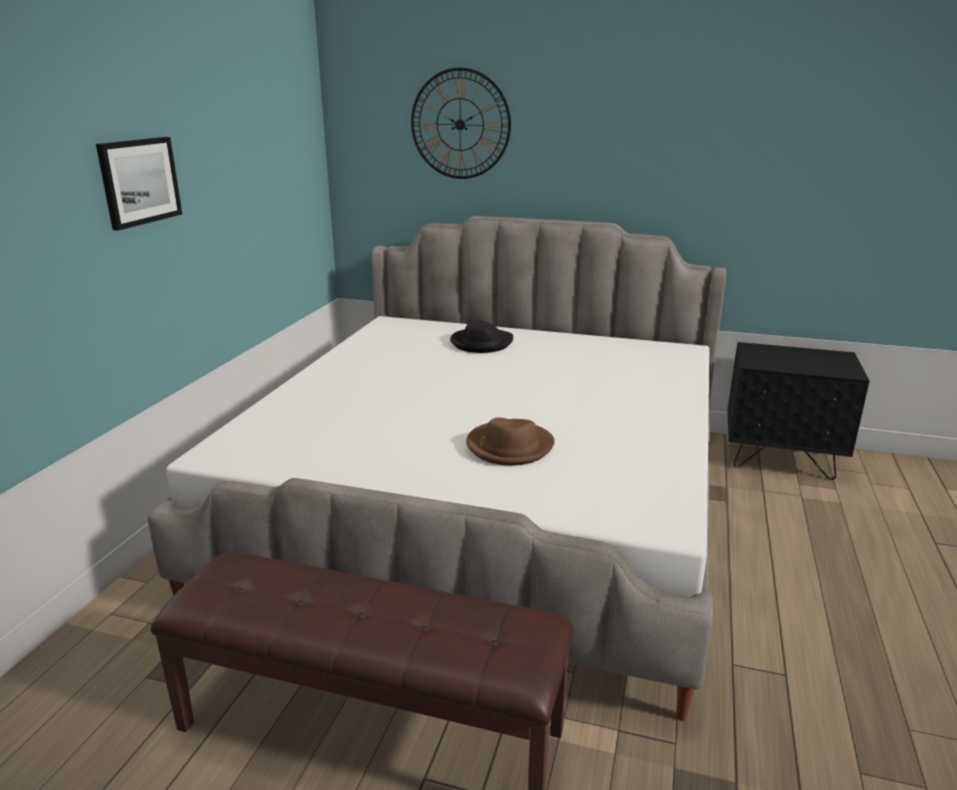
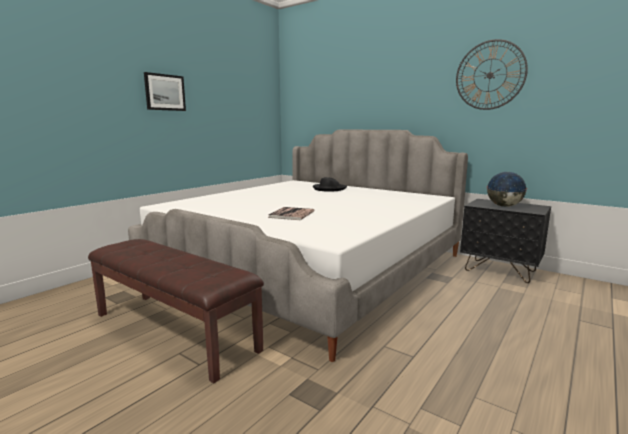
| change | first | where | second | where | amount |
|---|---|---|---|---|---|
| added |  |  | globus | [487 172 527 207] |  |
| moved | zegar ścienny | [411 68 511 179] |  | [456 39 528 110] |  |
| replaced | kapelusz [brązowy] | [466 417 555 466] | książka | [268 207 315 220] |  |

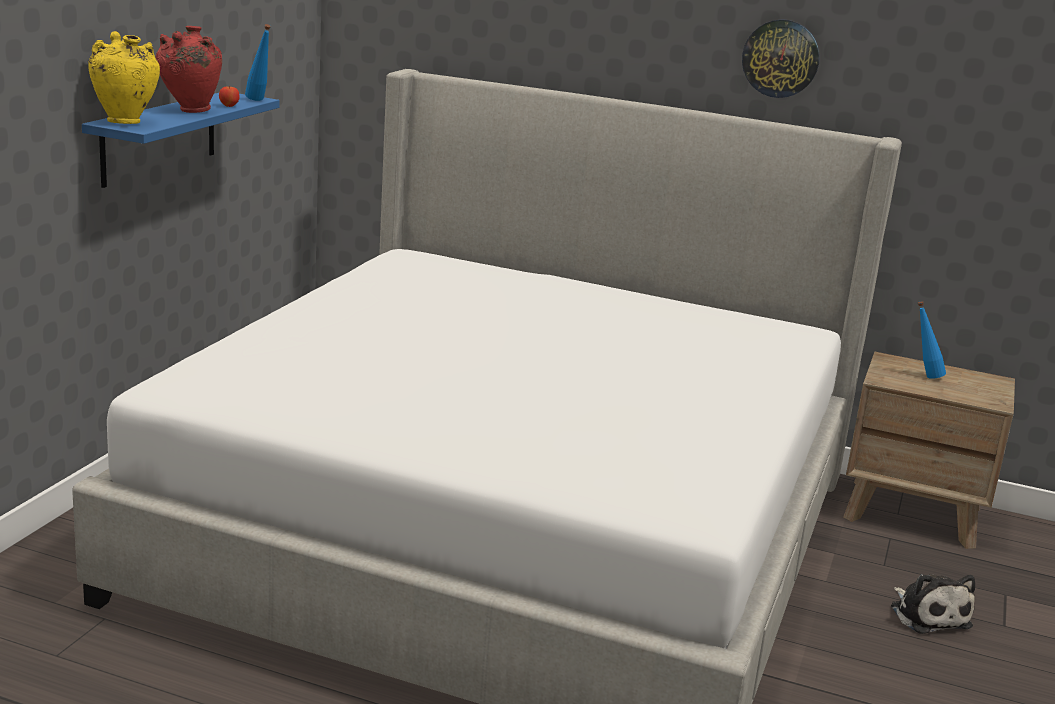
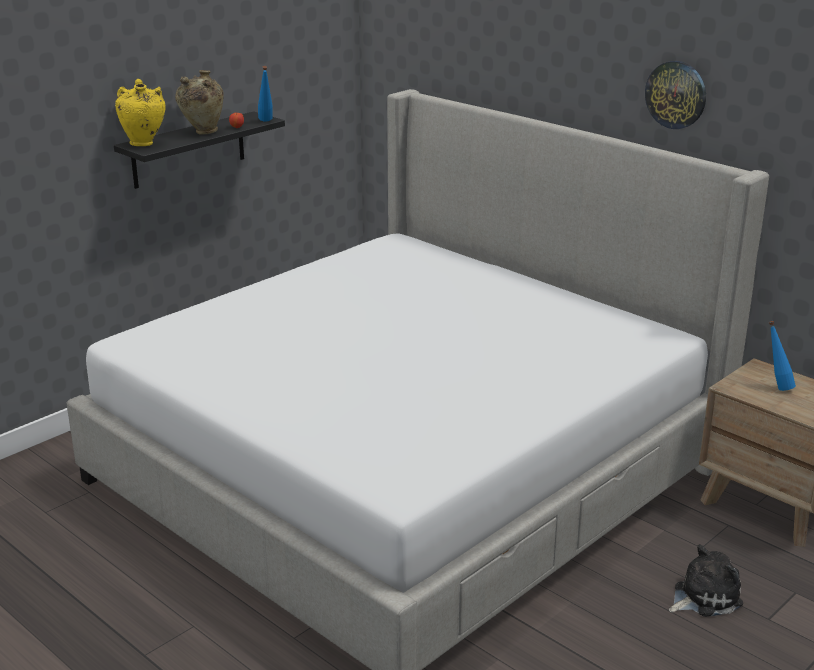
| change | first | where | second | where | amount |
|---|---|---|---|---|---|
| recoloured | półka [niebieski] | [82 93 280 188] | półka [czarny] | [114 111 285 189] |  |
| recoloured | wazon [czerwony] | [155 26 222 113] | wazon [beżowy] | [175 70 224 134] |  |
| turned | pluszak | [891 574 975 634] |  | [669 544 743 617] | 120 degrees counterclockwise |

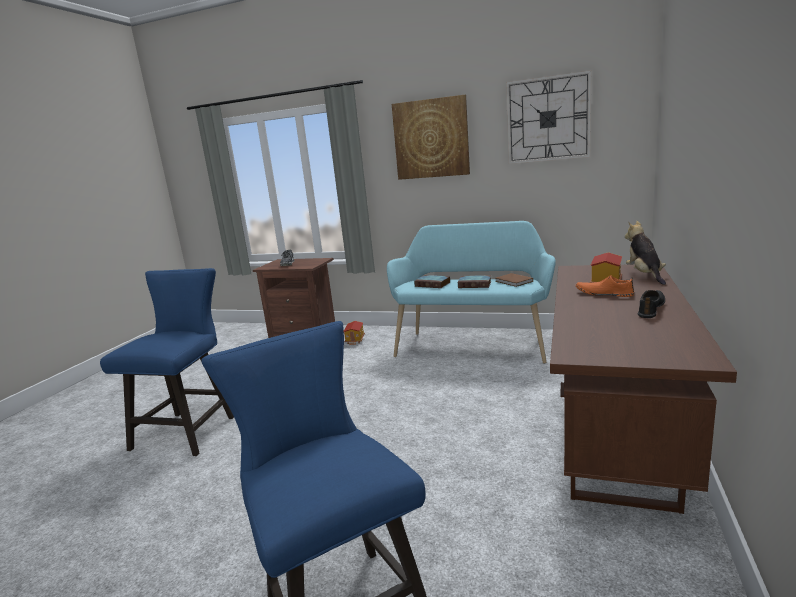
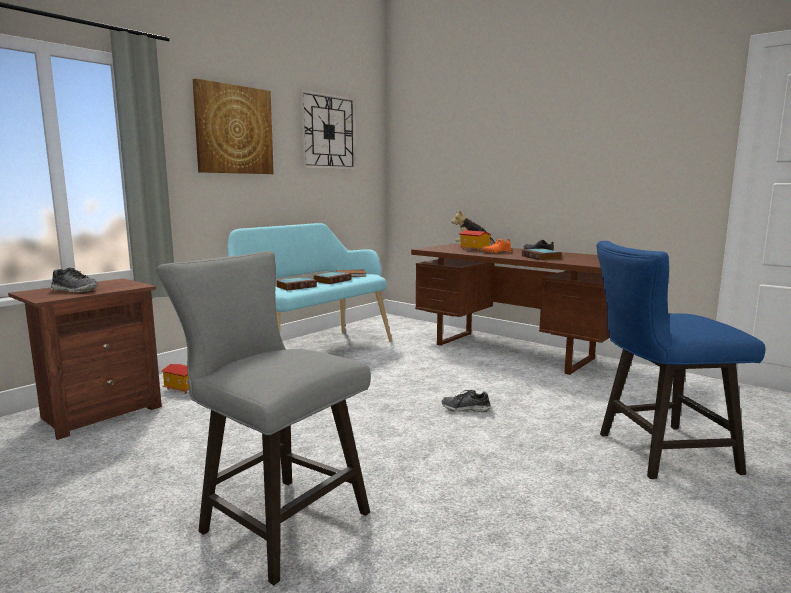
| change | first | where | second | where | amount |
|---|---|---|---|---|---|
| added |  |  | but | [442 390 491 413] |  |
| added |  |  | książka | [522 249 562 260] |  |
| recoloured | stołek [niebieski] | [100 268 234 456] | stołek [szary] | [157 251 371 585] |  |

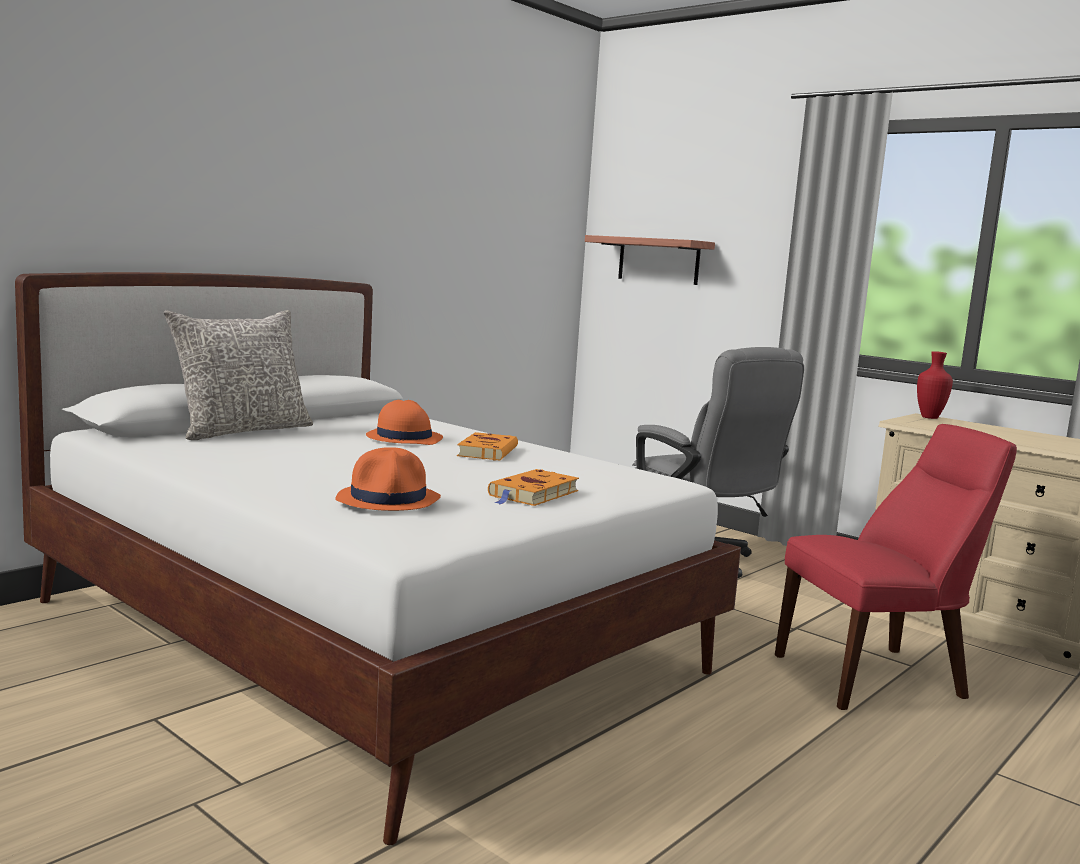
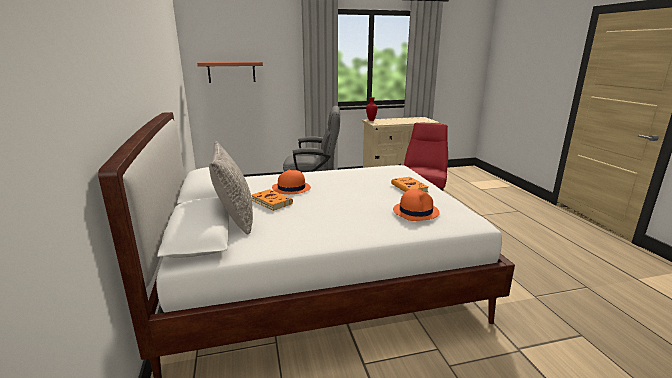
| change | first | where | second | where | amount |
|---|---|---|---|---|---|
| moved | książka [pomarańczowy] | [457 432 518 461] |  | [252 189 293 211] |  |

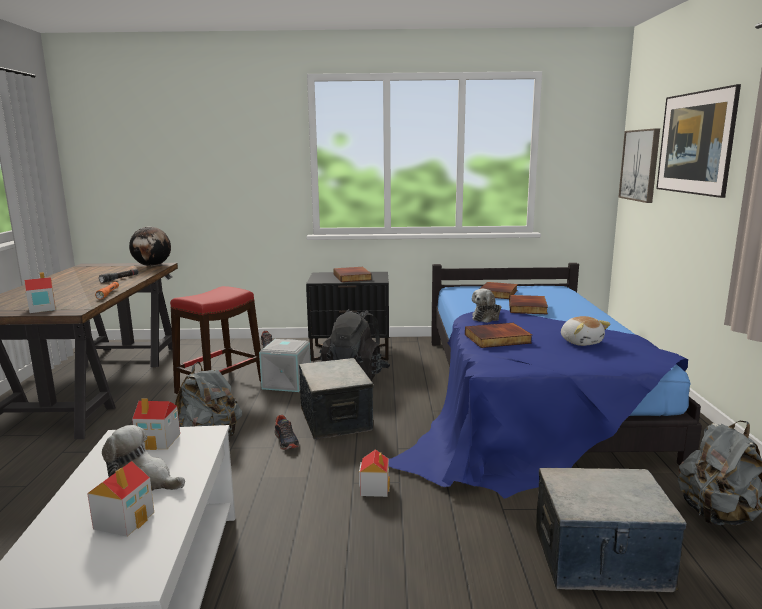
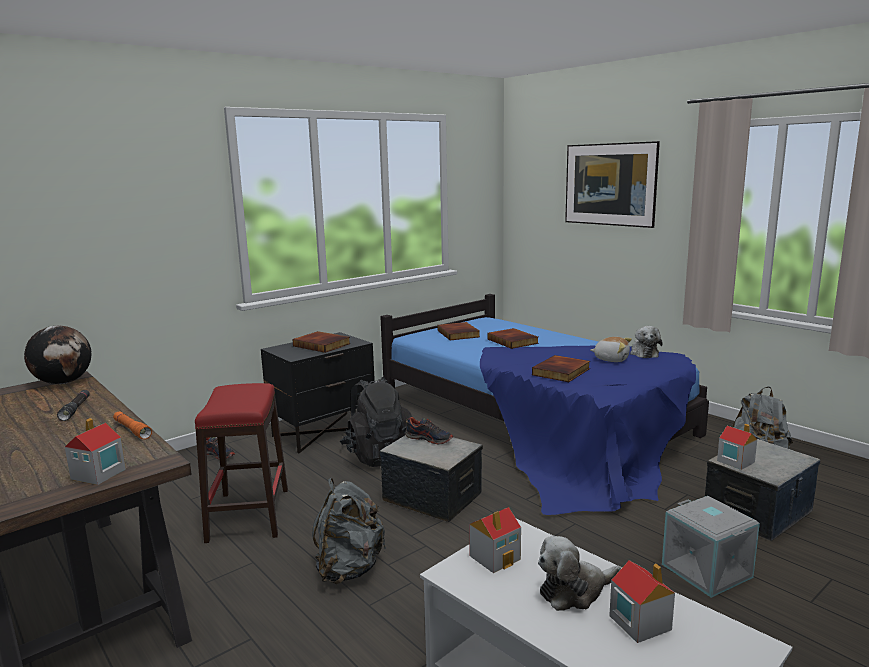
| change | first | where | second | where | amount |
|---|---|---|---|---|---|
| removed | obraz | [618 128 660 203] |  |  |  |
| moved | pojemnik do przechowywania [szary] | [259 339 311 392] |  | [662 496 760 598] |  |
| moved | but | [274 415 299 450] |  | [405 417 453 444] |  |
| moved | domek | [359 449 390 497] |  | [717 424 757 470] |  |
| moved | pluszak | [472 289 501 323] |  | [630 326 663 358] |  |

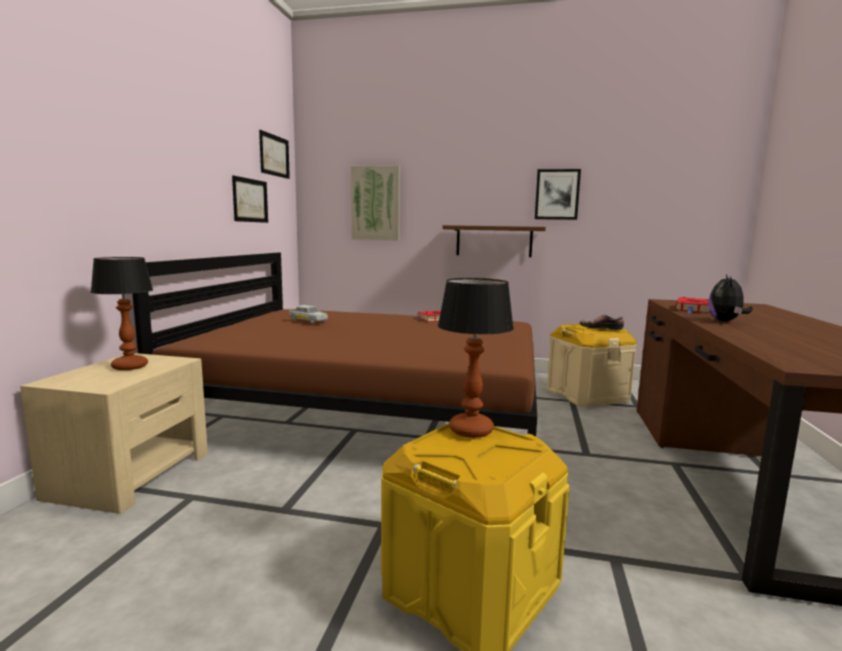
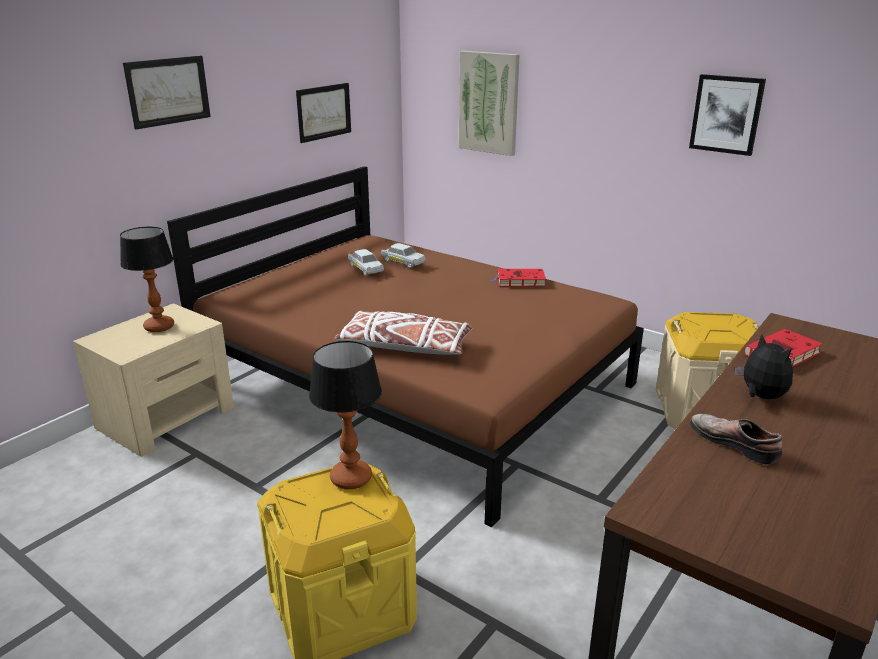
| change | first | where | second | where | amount |
|---|---|---|---|---|---|
| removed | półka [brązowy] | [443 225 546 257] |  |  |  |
| added |  |  | poduszka [biały] | [334 311 472 355] |  |
| added |  |  | samochodzik [biały] | [381 243 426 268] |  |
| moved | obraz | [259 130 290 179] |  | [123 56 211 129] |  |
| moved | but | [580 315 624 330] |  | [690 414 782 465] |  |
| turned | pluszak | [708 274 753 321] |  | [734 334 793 399] | 105 degrees clockwise |

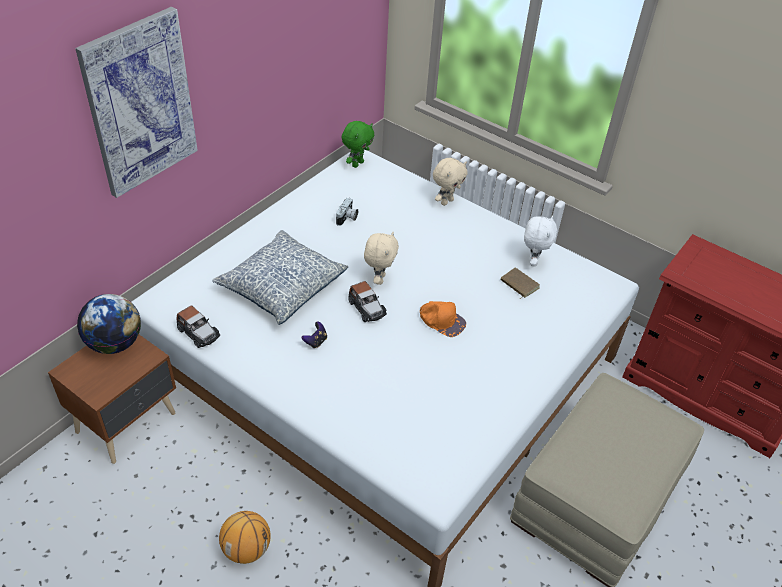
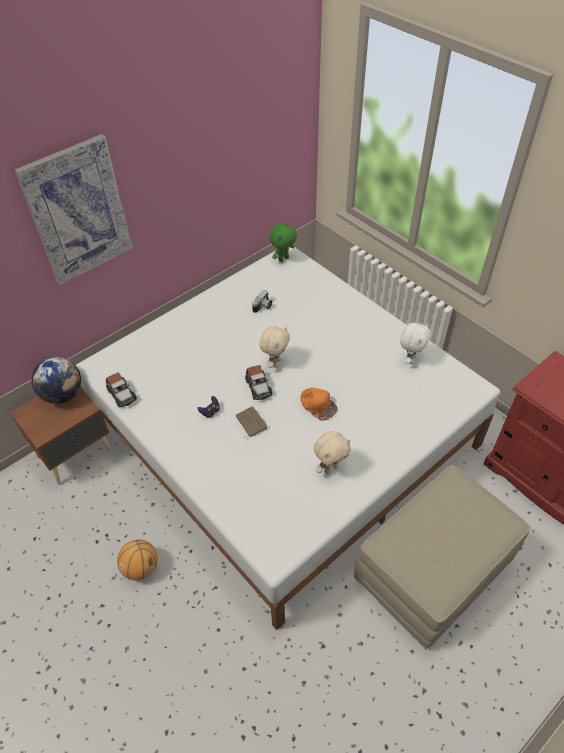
| change | first | where | second | where | amount |
|---|---|---|---|---|---|
| removed | poduszka | [212 230 348 325] |  |  |  |
| moved | pluszak [beżowy] | [433 158 467 206] |  | [314 431 351 474] |  |
| moved | książka [brązowy] | [501 268 540 299] |  | [236 406 268 438] |  |

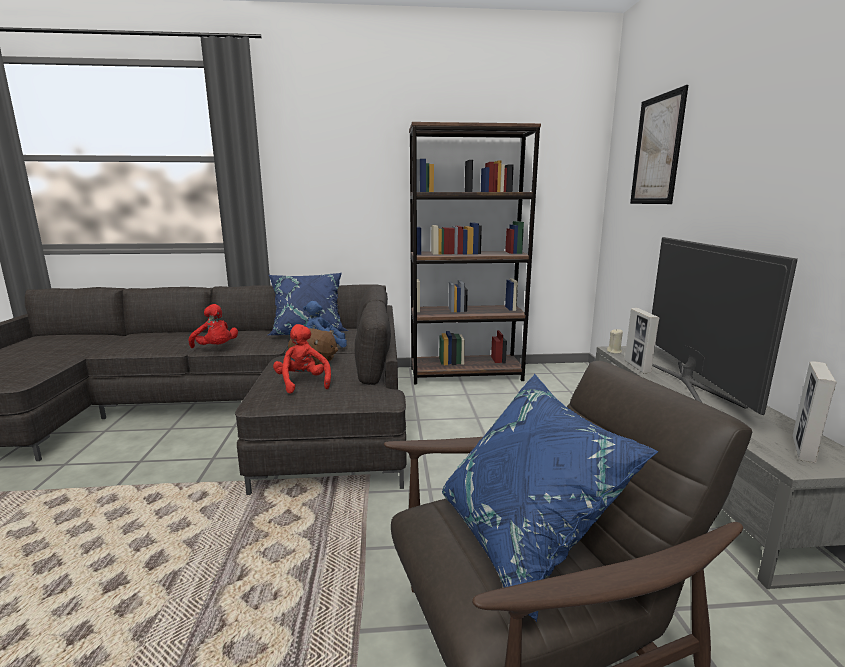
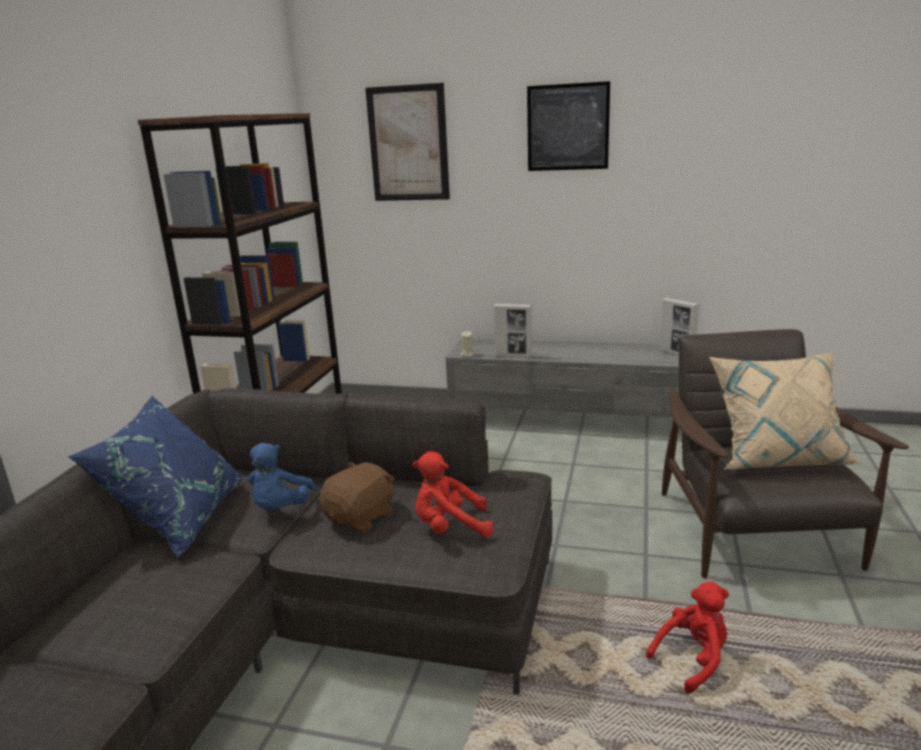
| change | first | where | second | where | amount |
|---|---|---|---|---|---|
| removed | telewizor | [652 237 798 415] |  |  |  |
| added |  |  | obraz | [527 81 610 171] |  |
| moved | pluszak [czerwony] | [189 304 238 348] |  | [646 582 729 693] |  |
| recoloured | poduszka [niebieski] | [442 373 659 622] | poduszka [beżowy] | [709 352 860 469] |  |

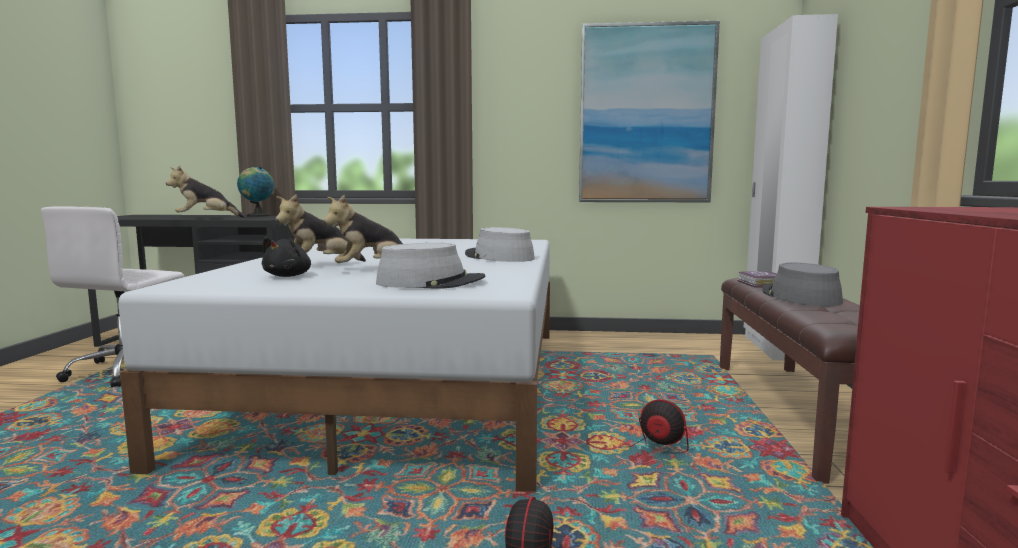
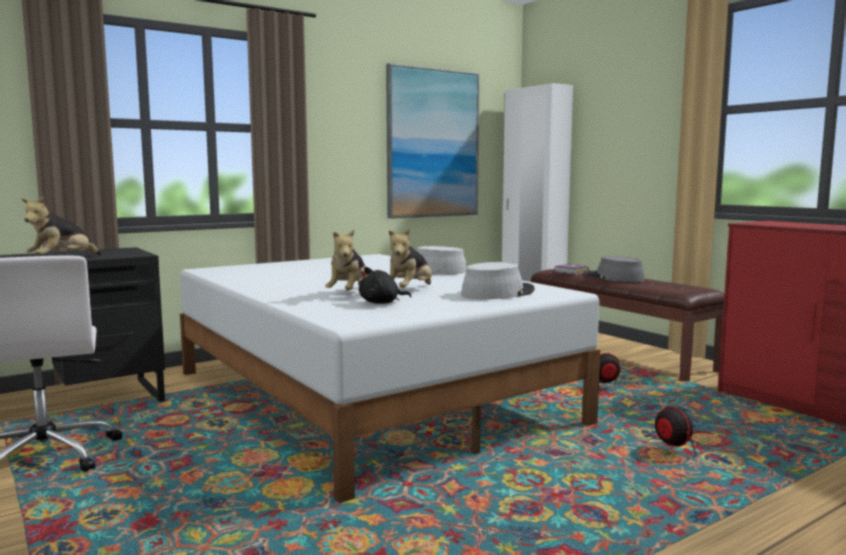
| change | first | where | second | where | amount |
|---|---|---|---|---|---|
| removed | globus | [237 167 274 217] |  |  |  |
| turned | pluszak [czarny] | [262 237 311 277] |  | [359 267 411 304] | 90 degrees clockwise |

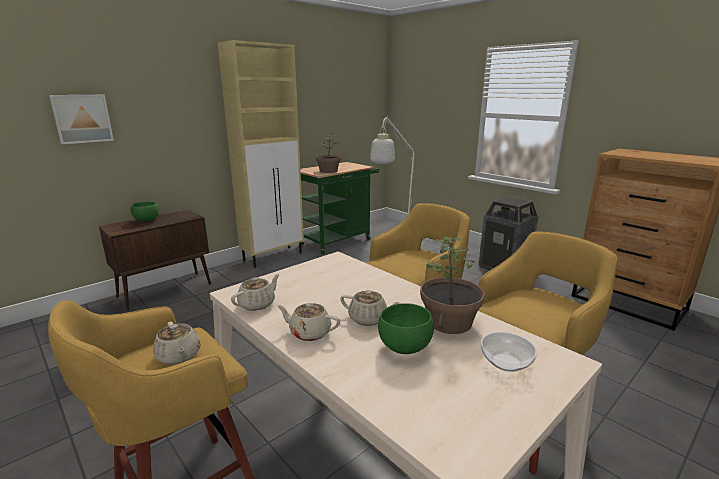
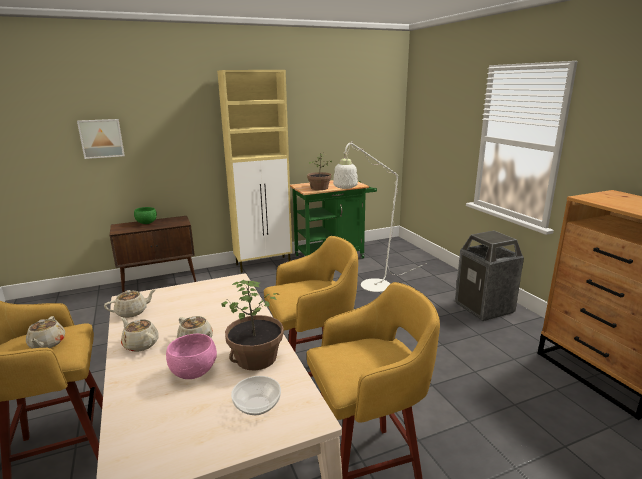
| change | first | where | second | where | amount |
|---|---|---|---|---|---|
| recoloured | miska [zielony] | [378 303 434 354] | miska [różowy] | [166 334 217 379] |  |

